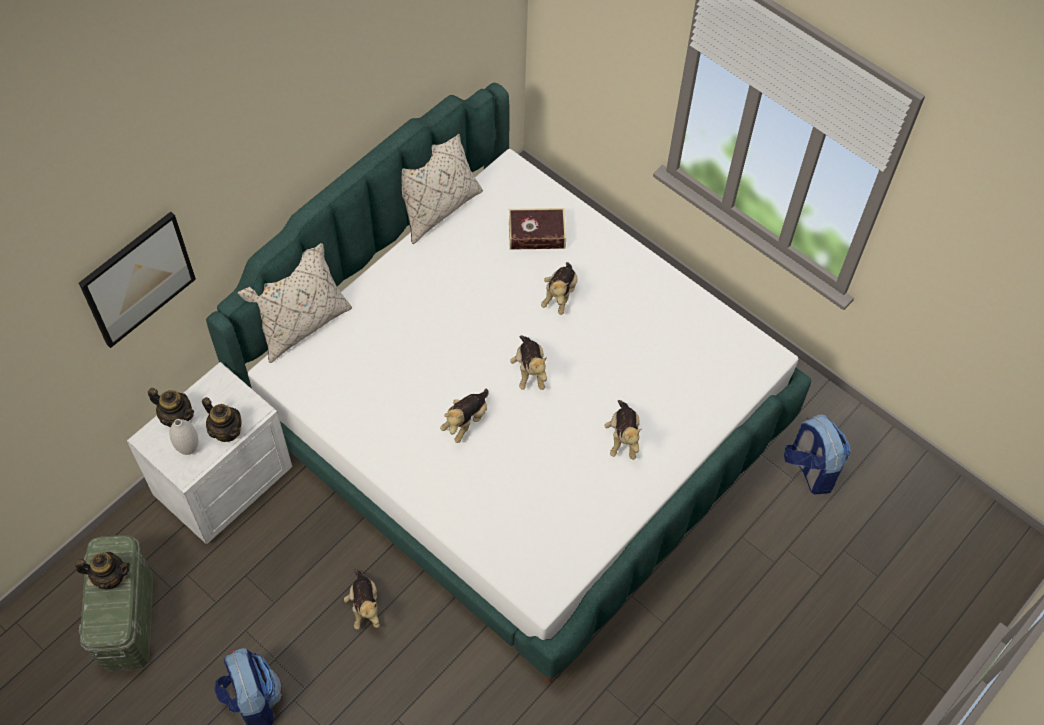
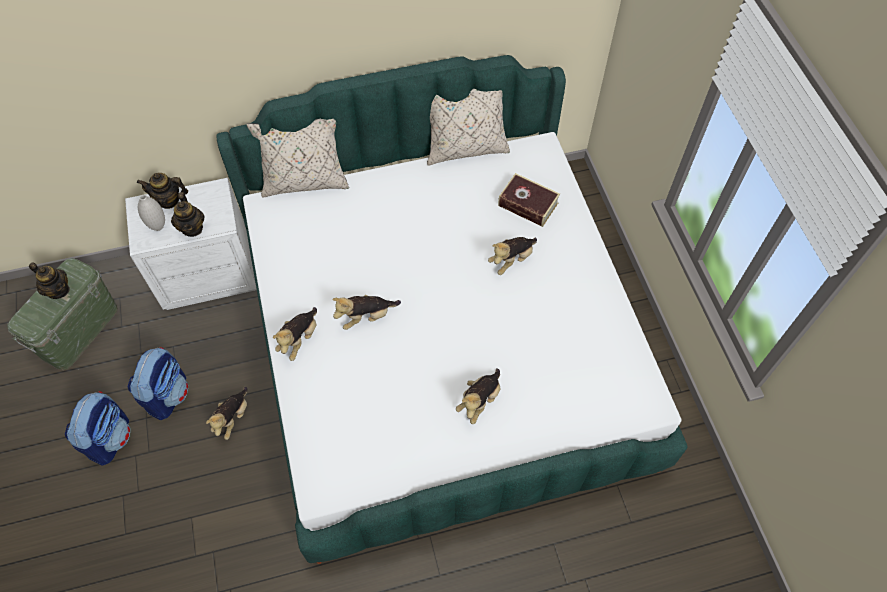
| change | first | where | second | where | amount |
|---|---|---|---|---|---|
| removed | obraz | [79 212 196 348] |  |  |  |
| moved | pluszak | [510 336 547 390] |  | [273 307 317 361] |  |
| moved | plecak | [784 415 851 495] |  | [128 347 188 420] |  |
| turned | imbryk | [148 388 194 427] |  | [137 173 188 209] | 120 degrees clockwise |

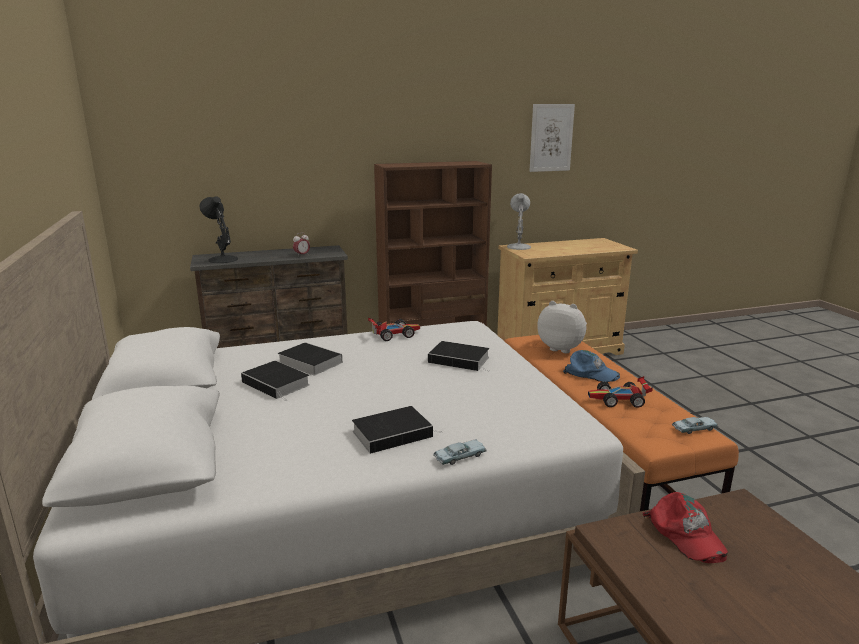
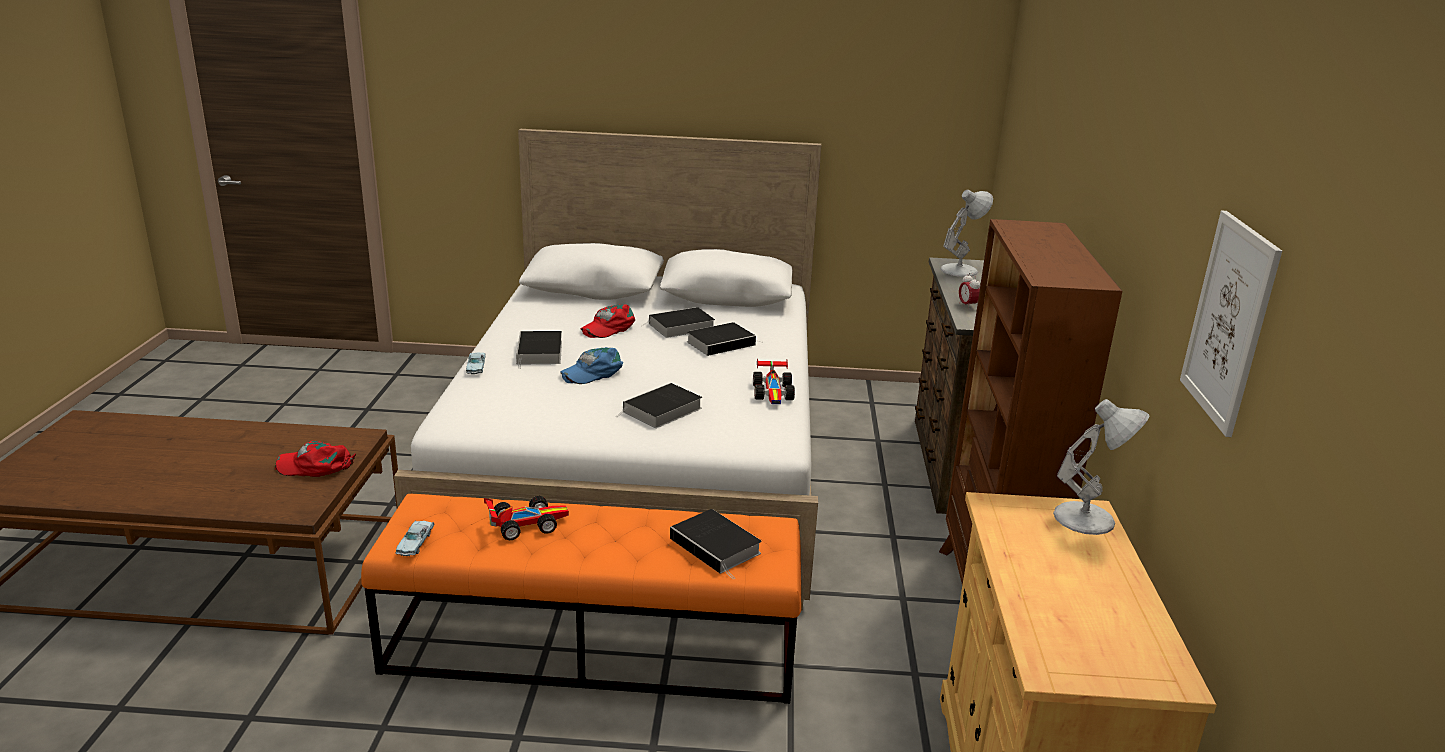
| change | first | where | second | where | amount |
|---|---|---|---|---|---|
| added |  |  | czapka z daszkiem [czerwony] | [581 304 635 338] |  |
| moved | czapka z daszkiem [niebieski] | [563 350 620 382] |  | [560 347 623 384] |  |
| replaced | pluszak | [537 301 587 353] | książka | [670 509 762 579] |  |
| recoloured | lampa stołowa [czarny] | [199 196 238 263] | lampa stołowa [biały] | [940 190 993 277] |  |
| turned | samochodzik | [588 376 653 408] |  | [484 496 569 540] | 45 degrees clockwise |

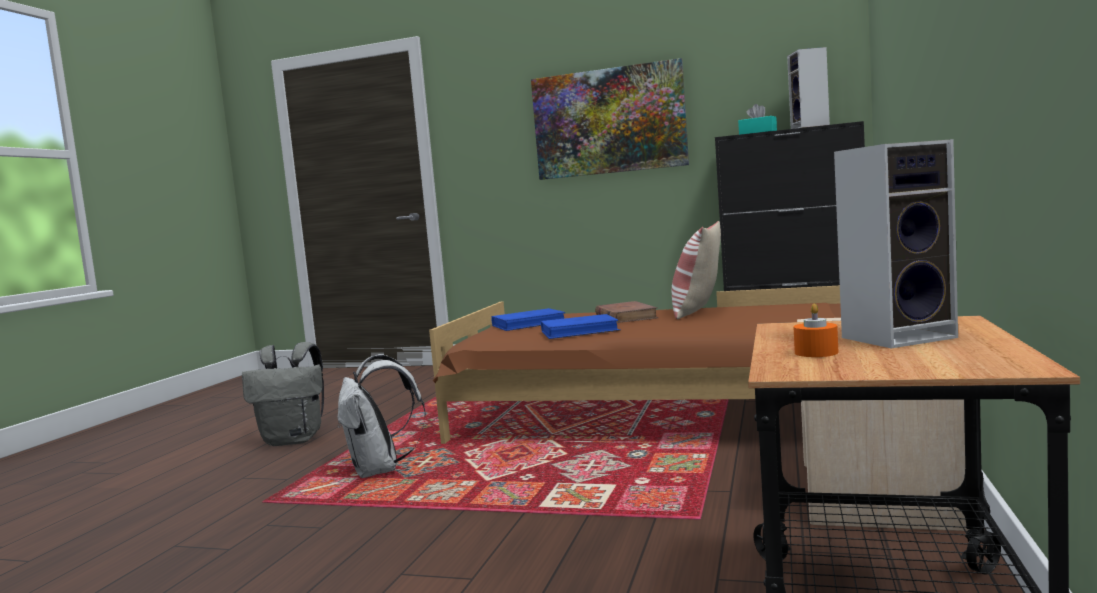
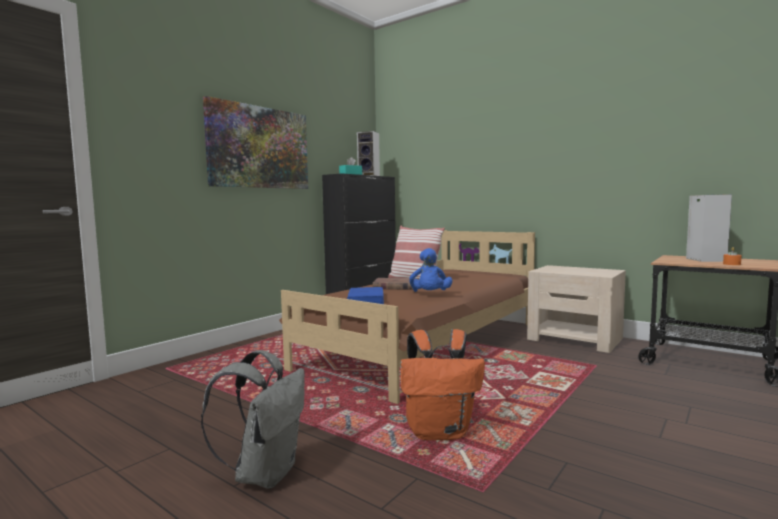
| change | first | where | second | where | amount |
|---|---|---|---|---|---|
| replaced | książka [niebieski] | [541 314 621 339] | pluszak [niebieski] | [409 248 453 292] |  |
| recoloured | plecak [biały] | [338 354 426 478] | plecak [pomarańczowy] | [401 329 485 440] |  |

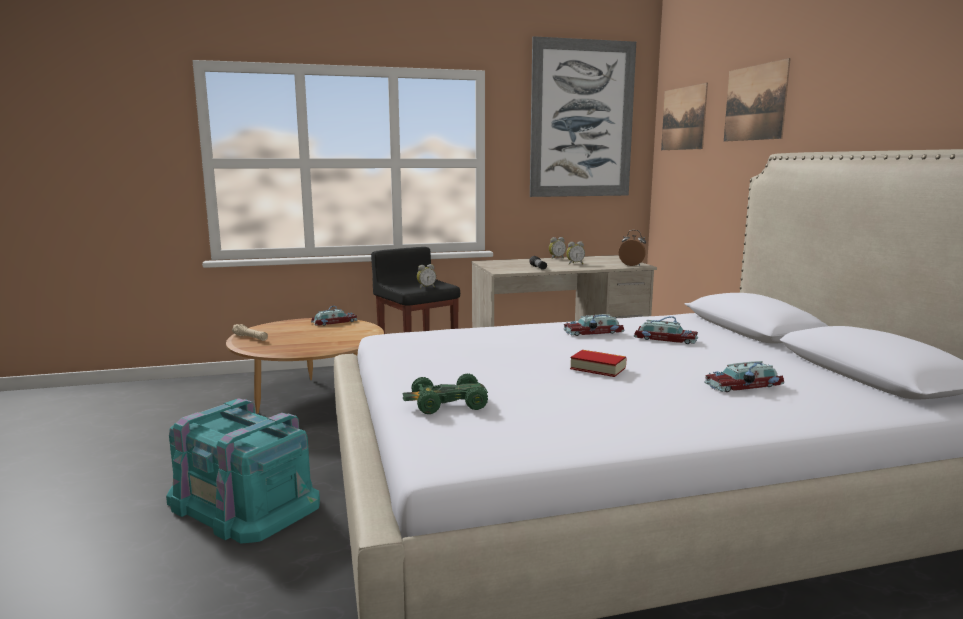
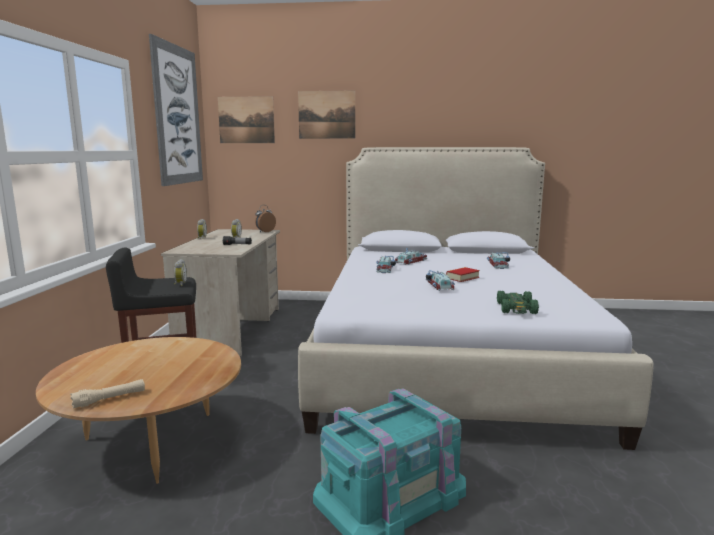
| change | first | where | second | where | amount |
|---|---|---|---|---|---|
| moved | samochodzik | [311 306 357 326] |  | [426 270 455 291] |  |

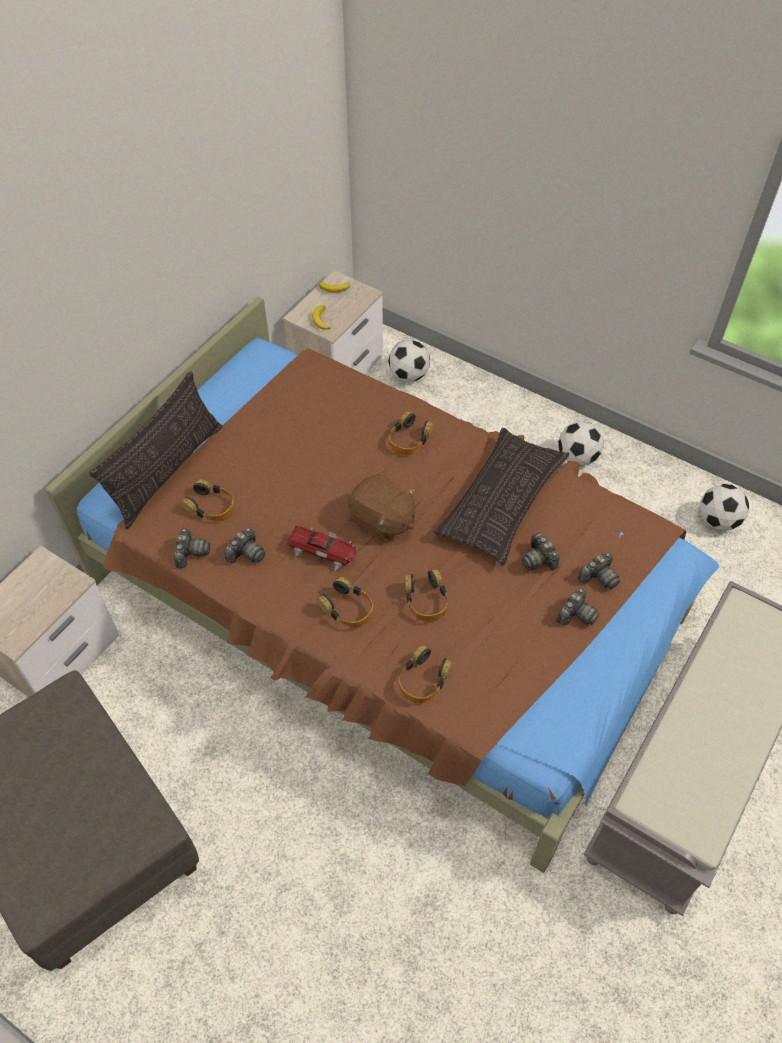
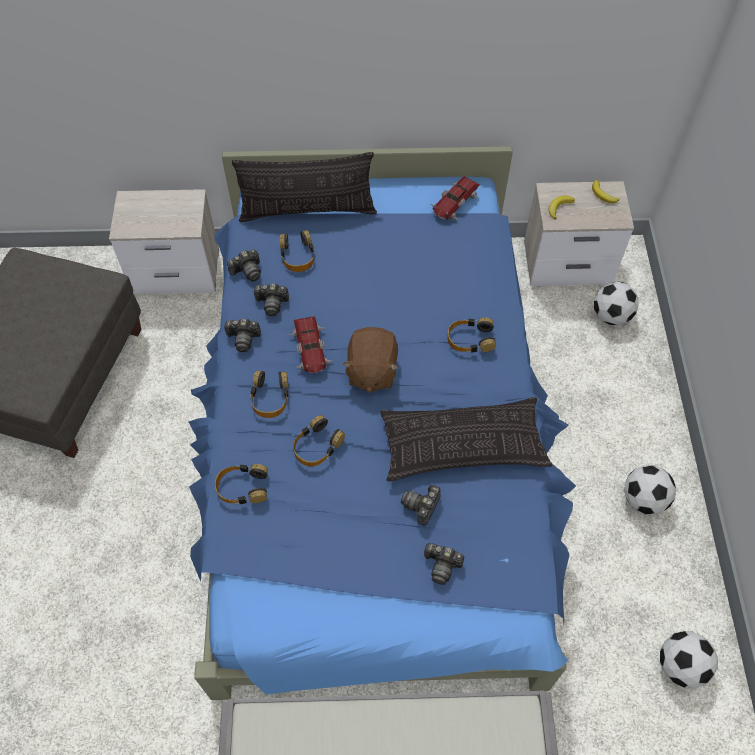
| change | first | where | second | where | amount |
|---|---|---|---|---|---|
| added |  |  | samochodzik | [431 176 480 221] |  |
| moved | aparat fotograficzny | [556 588 600 625] |  | [223 319 261 352] |  |
| recoloured | łóżko [brązowy] | [45 297 719 873] | łóżko [niebieski] | [189 146 576 700] |  |

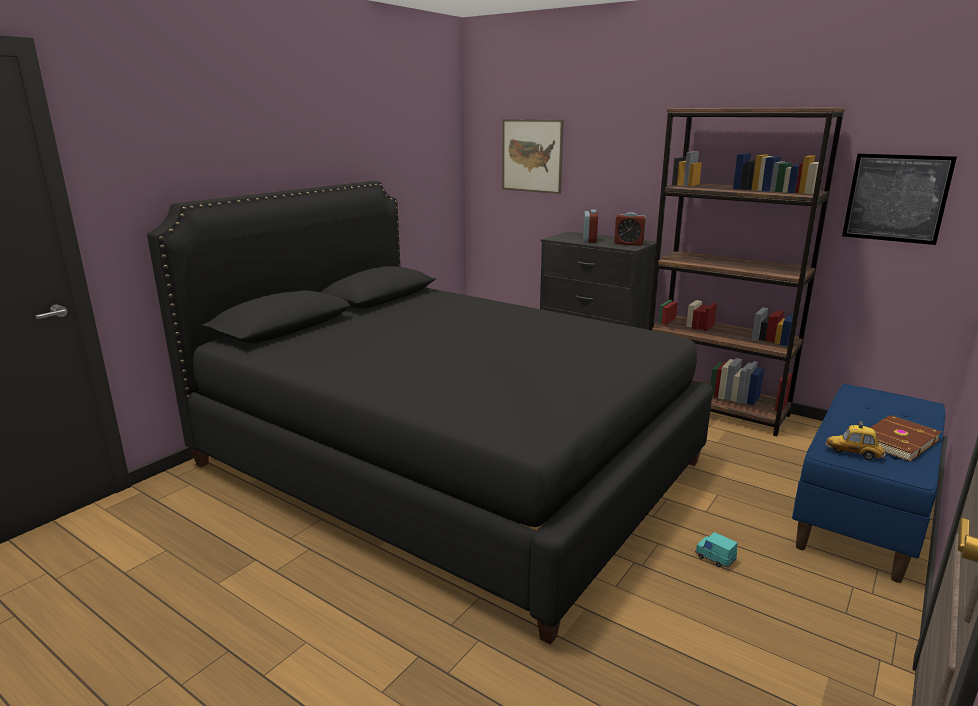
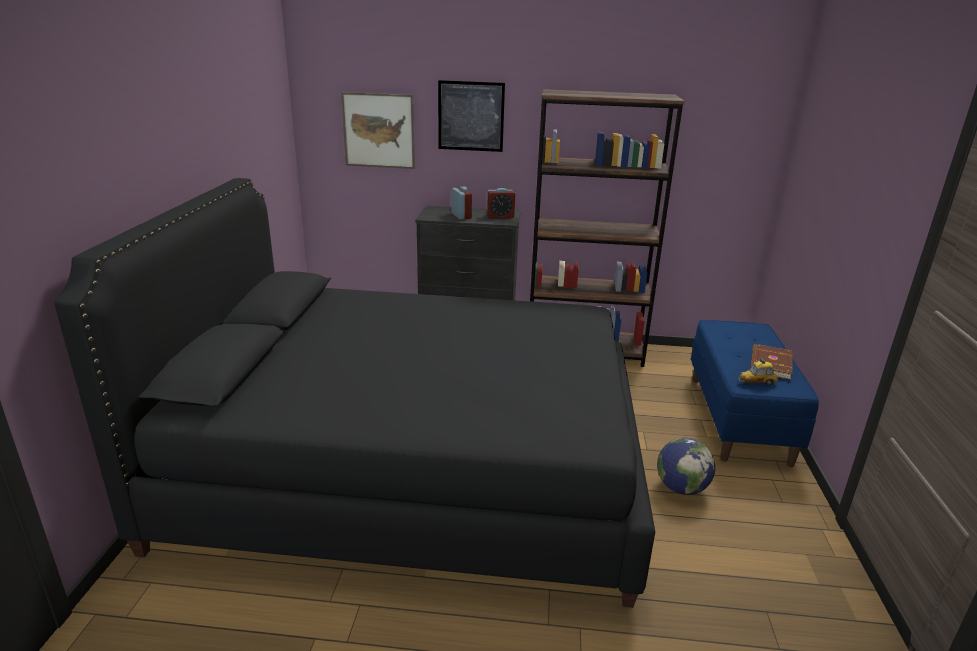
| change | first | where | second | where | amount |
|---|---|---|---|---|---|
| moved | obraz | [842 154 957 245] |  | [438 80 505 152] |  |
| replaced | samochodzik [turkusowy] | [695 532 738 568] | globus | [657 438 715 495] |  |

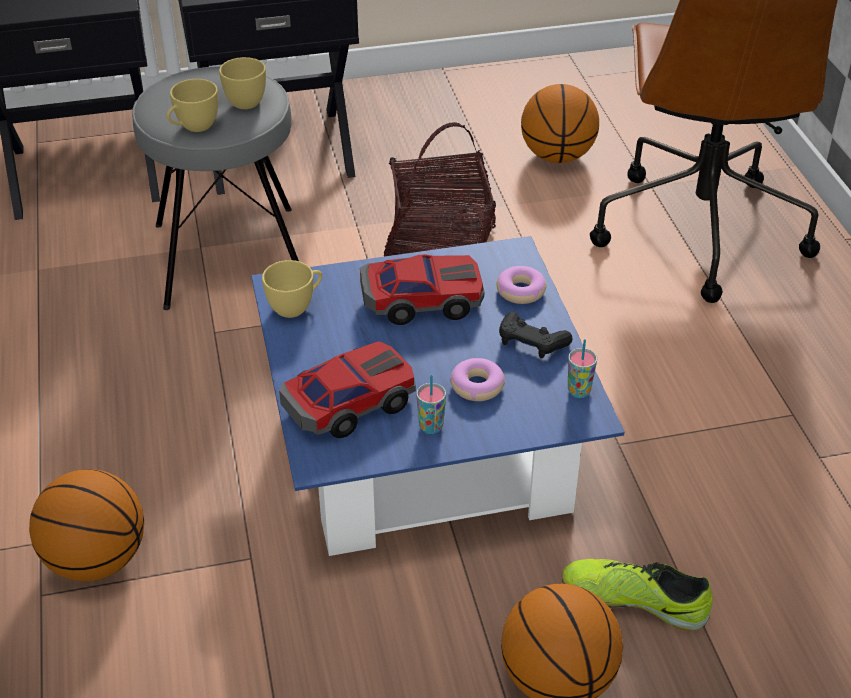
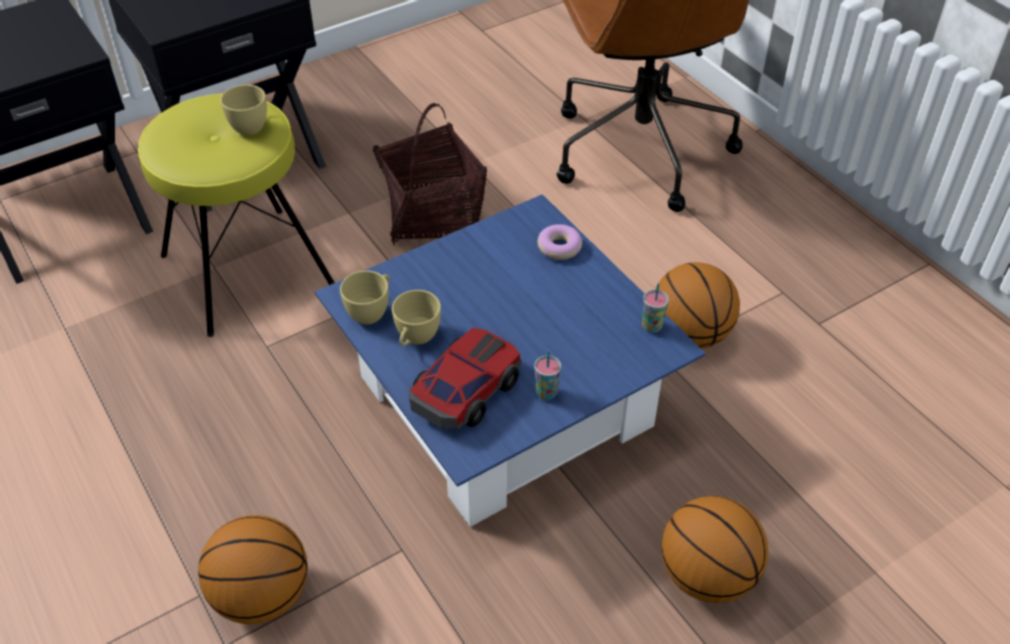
| change | first | where | second | where | amount |
|---|---|---|---|---|---|
| removed | samochodzik | [360 254 484 325] |  |  |  |
| removed | donut | [450 358 505 401] |  |  |  |
| removed | pad do gier [czarny] | [499 312 572 358] |  |  |  |
| removed | but | [562 559 713 631] |  |  |  |
| moved | filiżanka [żółty] | [167 79 218 132] |  | [392 290 441 346] |  |
| moved | piłka do koszykówki | [521 84 599 163] |  | [656 262 740 349] |  |
| recoloured | stołek [szary] | [132 66 299 310] | stołek [żółty] | [138 94 335 337] |  |

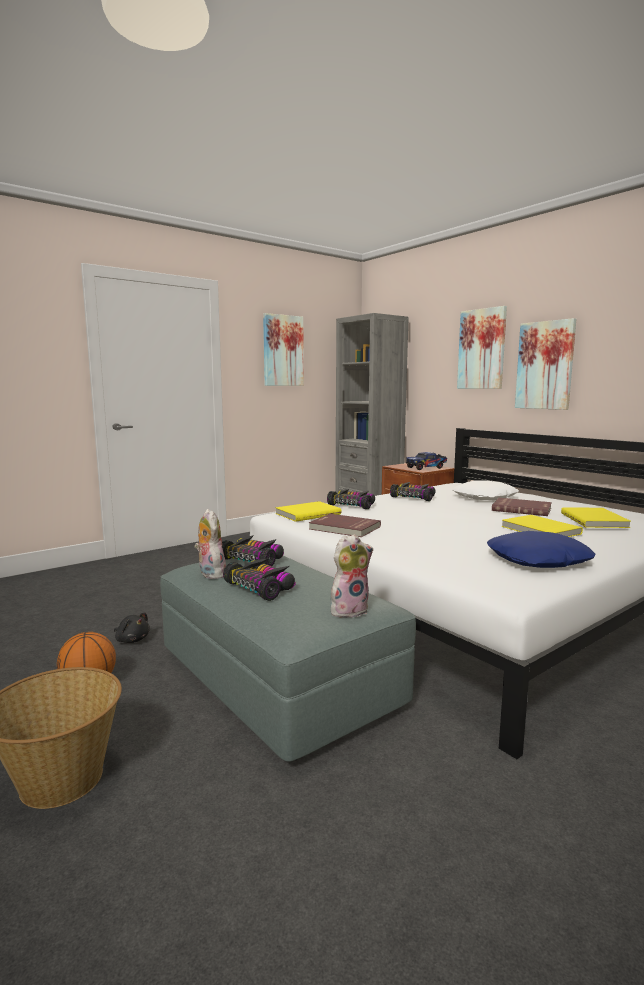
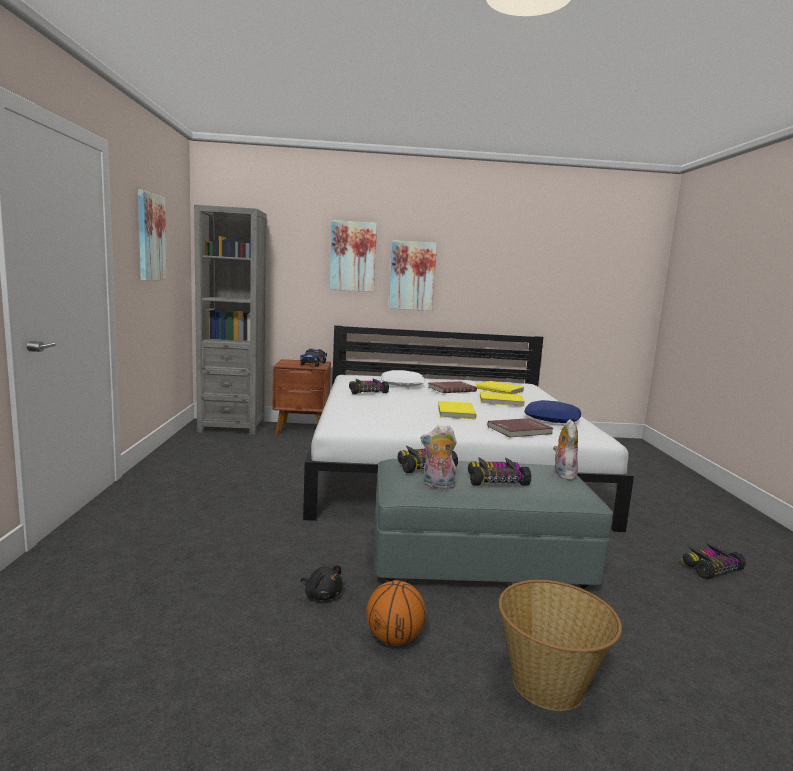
| change | first | where | second | where | amount |
|---|---|---|---|---|---|
| moved | książka [żółty] | [275 501 341 522] |  | [438 401 477 419] |  |
| moved | książka [czerwony] | [309 514 381 537] |  | [487 418 553 437] |  |
| moved | samochodzik | [327 488 375 509] |  | [681 542 746 579] |  |
| turned | pluszak [czarny] | [114 613 150 643] |  | [301 565 343 600] | 60 degrees clockwise |

